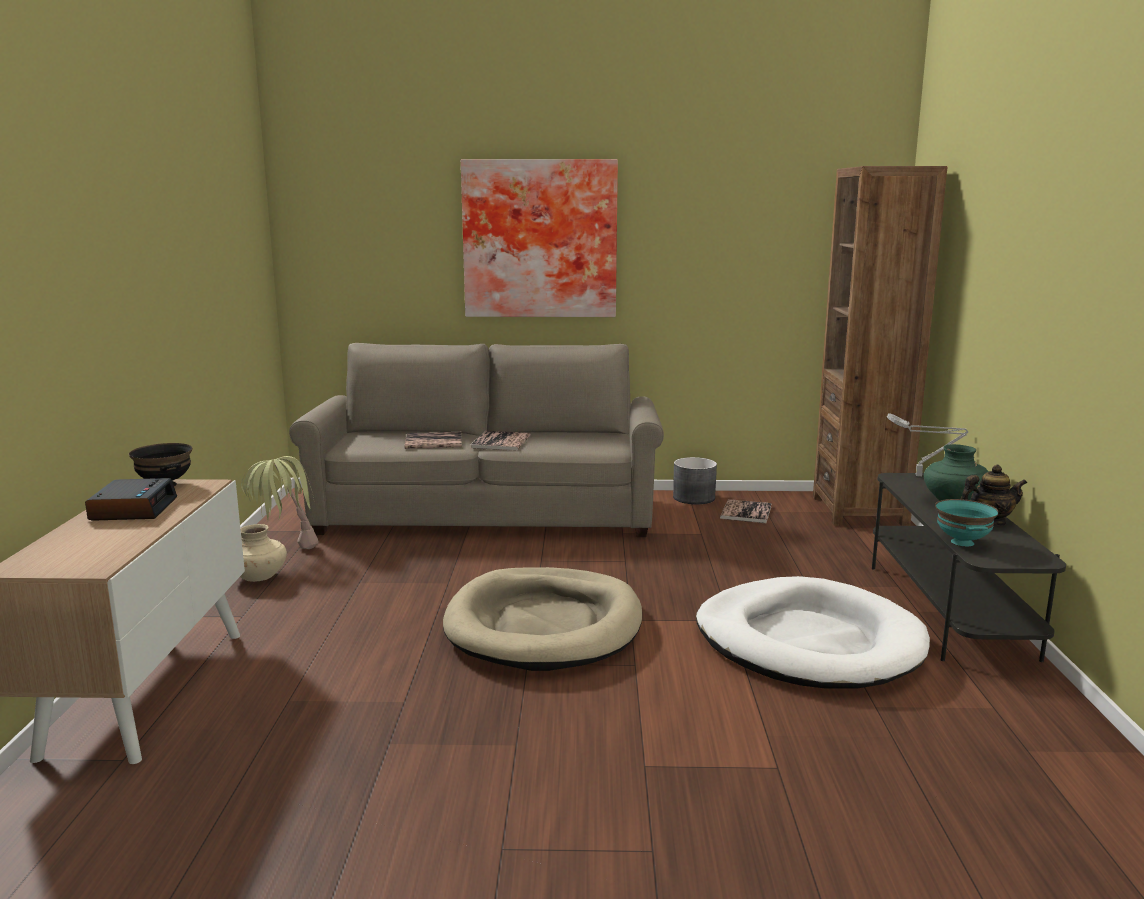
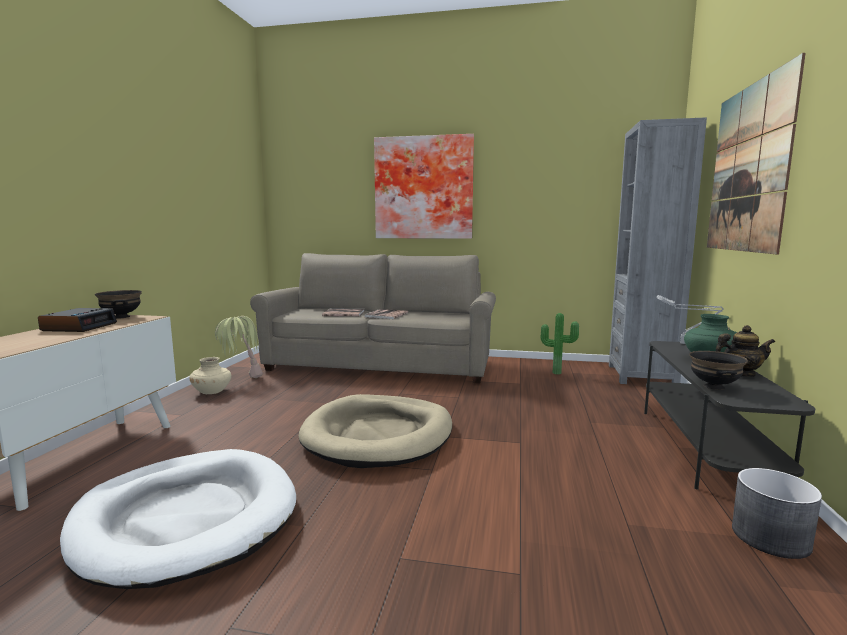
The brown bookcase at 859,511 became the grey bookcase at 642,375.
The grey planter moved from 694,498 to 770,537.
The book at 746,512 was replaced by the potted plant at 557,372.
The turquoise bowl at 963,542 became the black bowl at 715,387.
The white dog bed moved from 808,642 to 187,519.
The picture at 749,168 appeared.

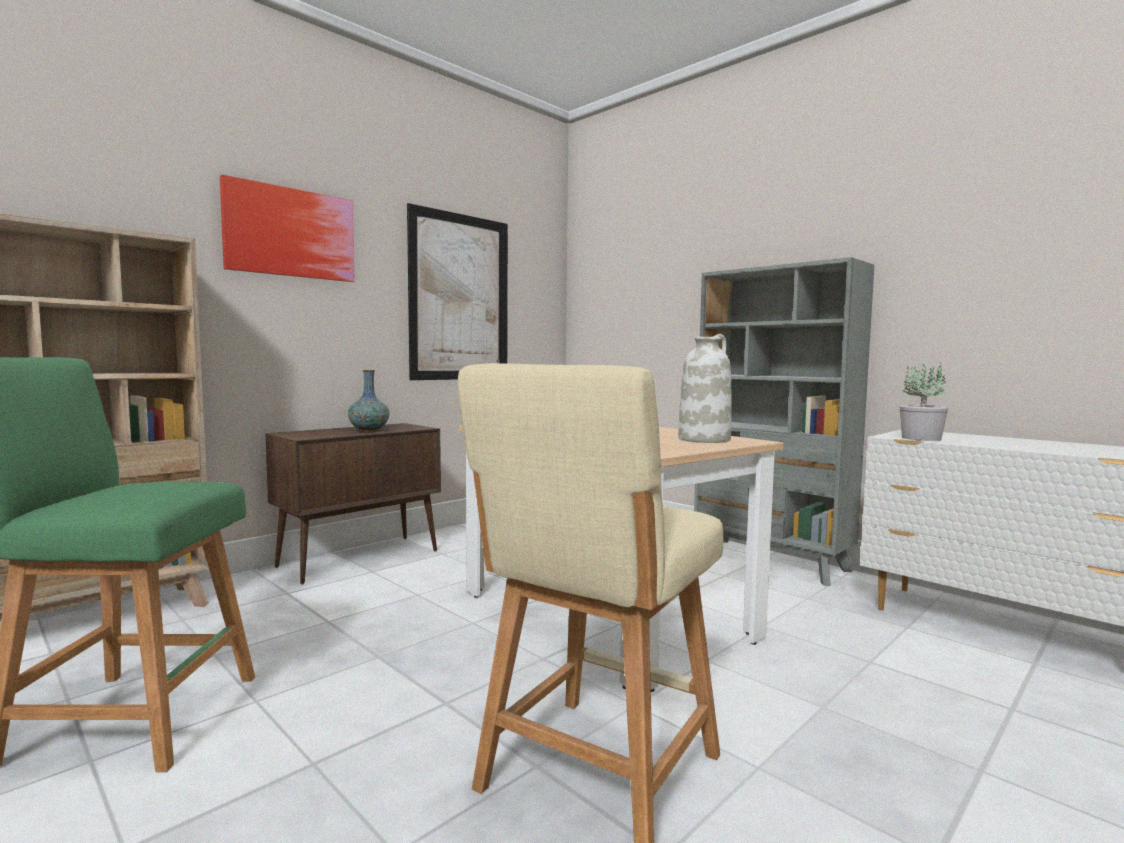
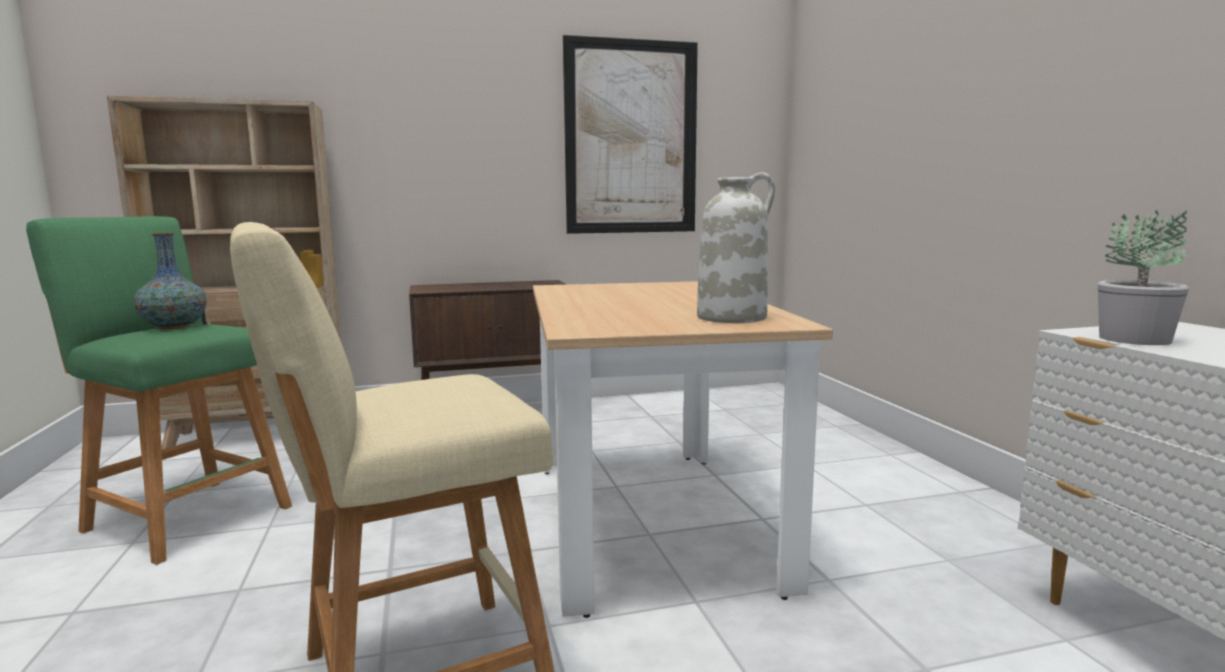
The picture at 290,233 disappeared.
The grey bookcase at 770,561 disappeared.
The vase moved from 369,430 to 174,327.

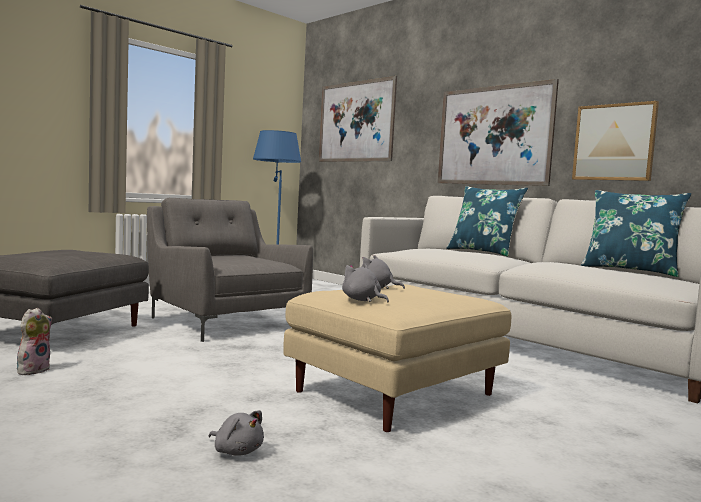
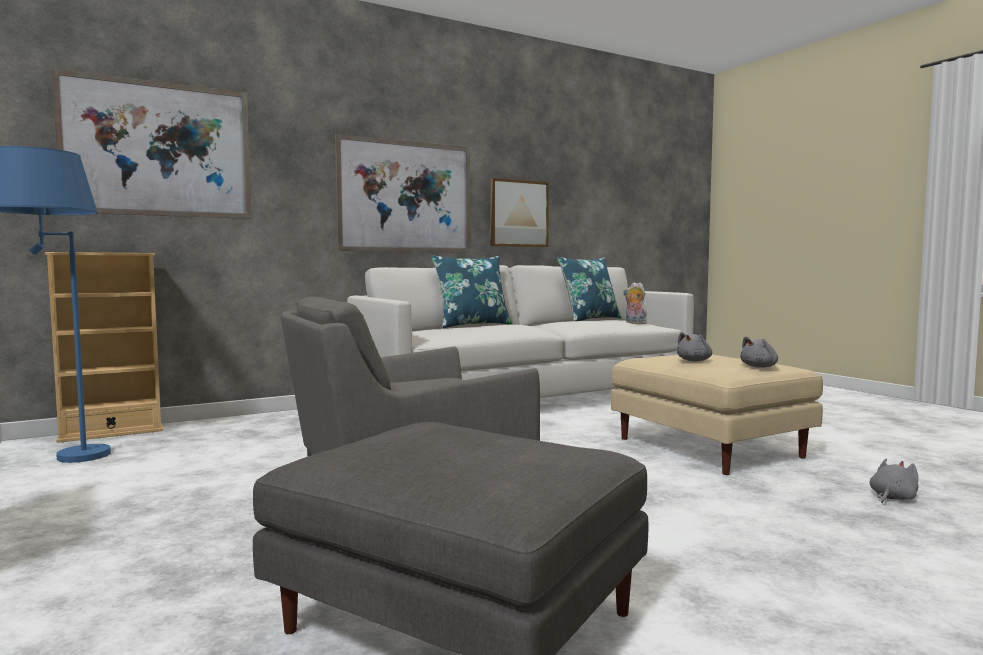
The plush toy moved from 33,370 to 634,323.
The beige bookcase at 111,433 appeared.

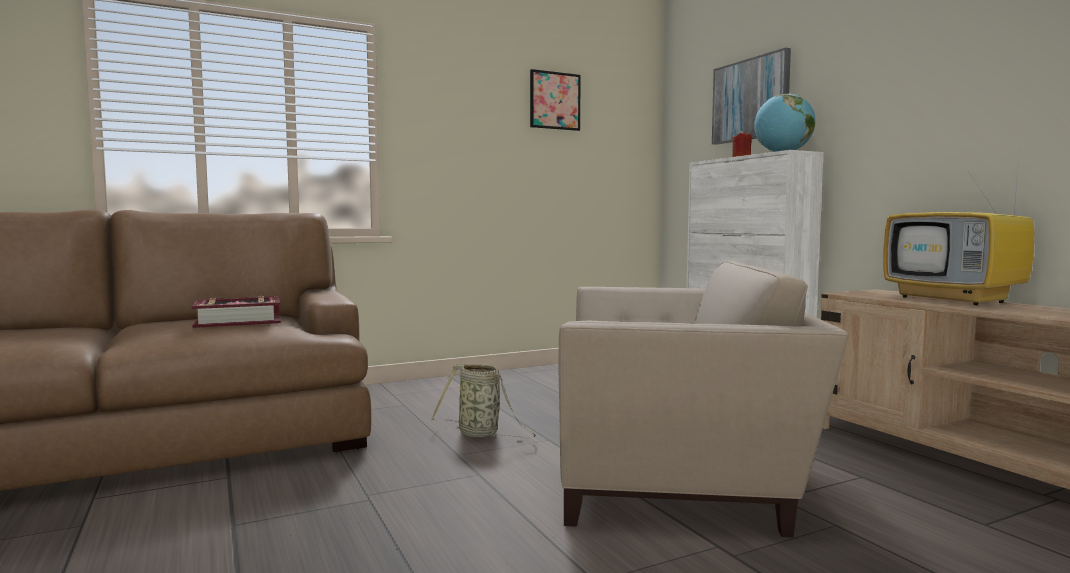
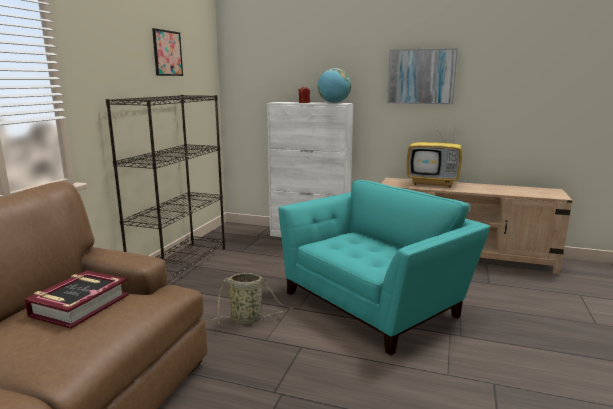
The picture moved from 750,99 to 421,76.
The beige armchair at 675,471 became the turquoise armchair at 374,302.
The black bookcase at 180,264 appeared.

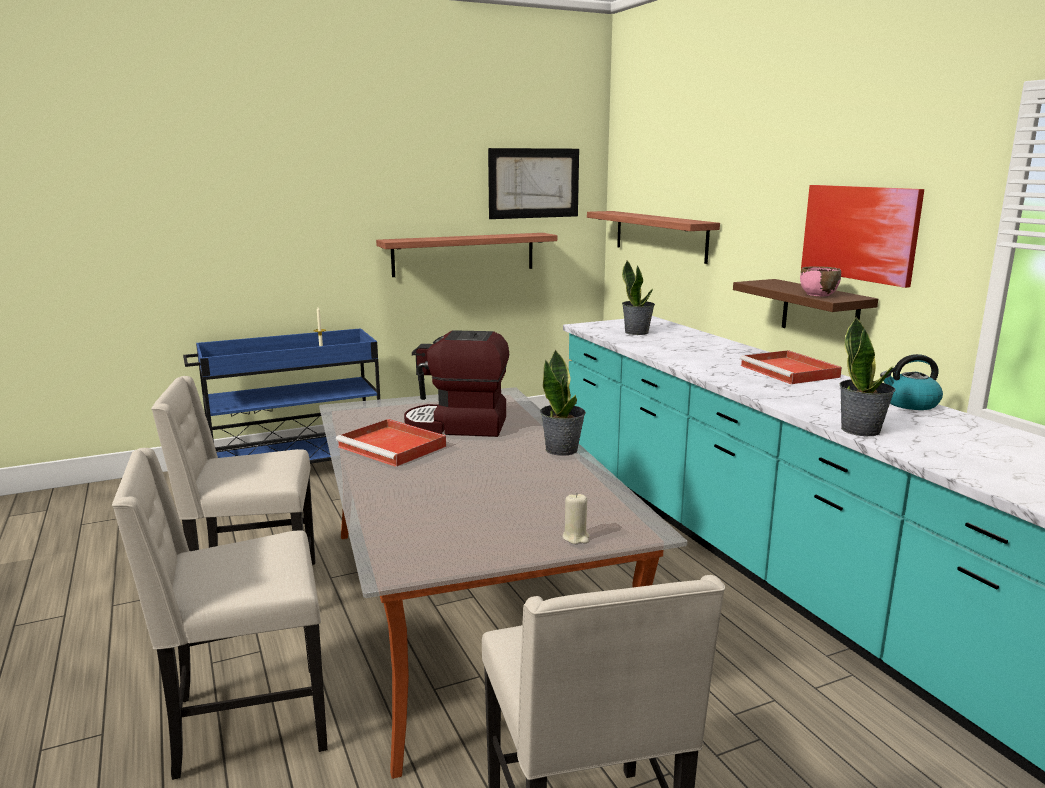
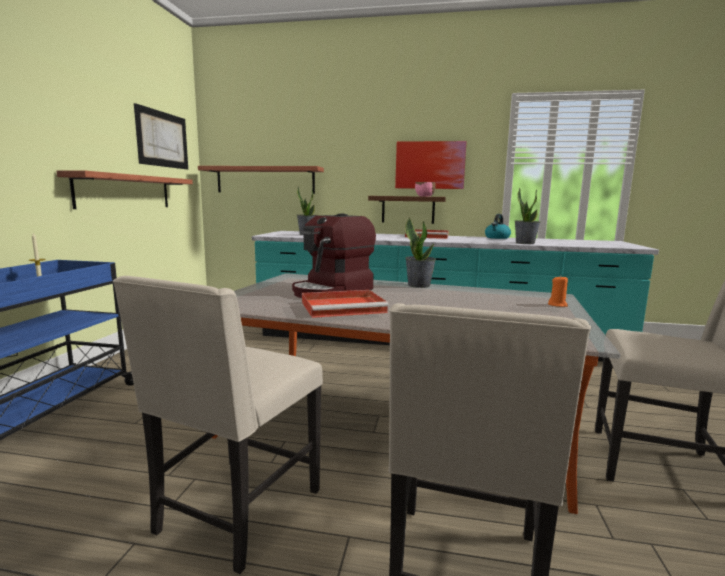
The beige candle at 576,537 became the orange candle at 557,305.

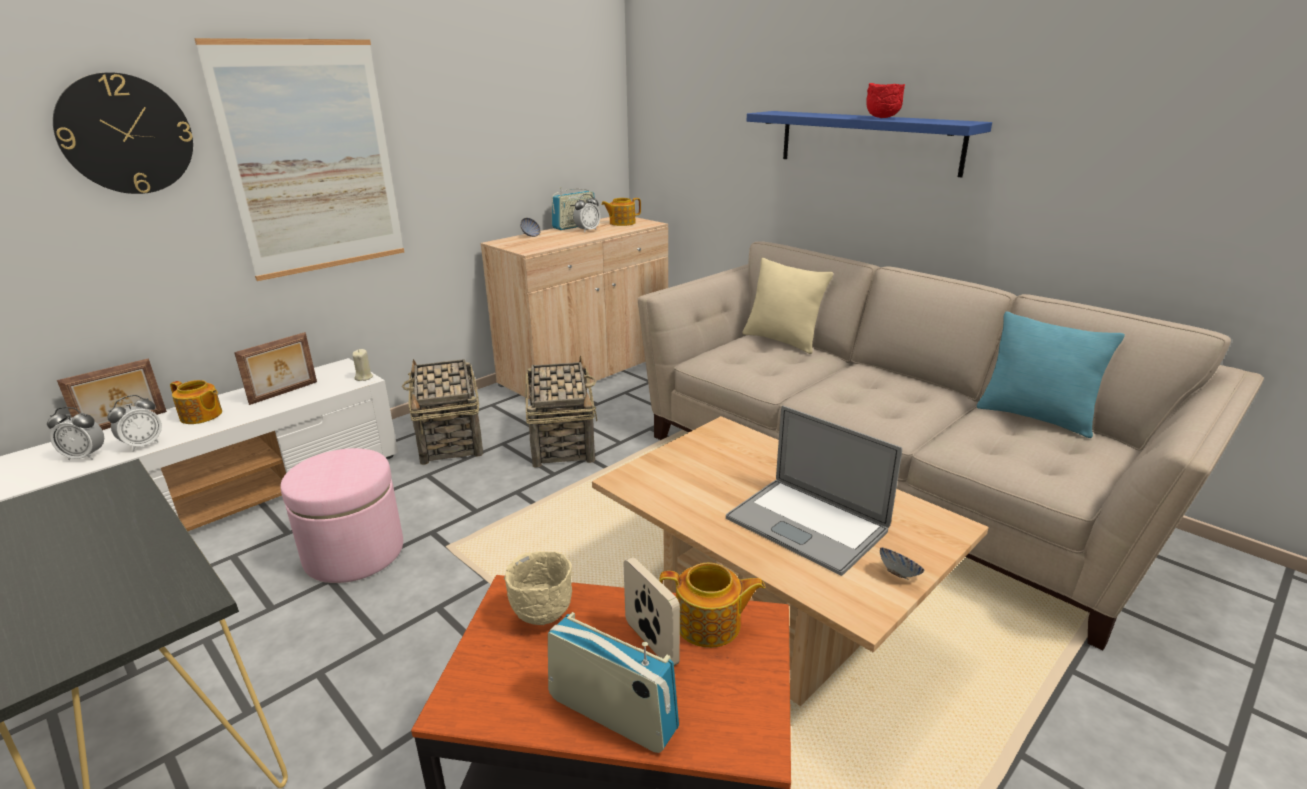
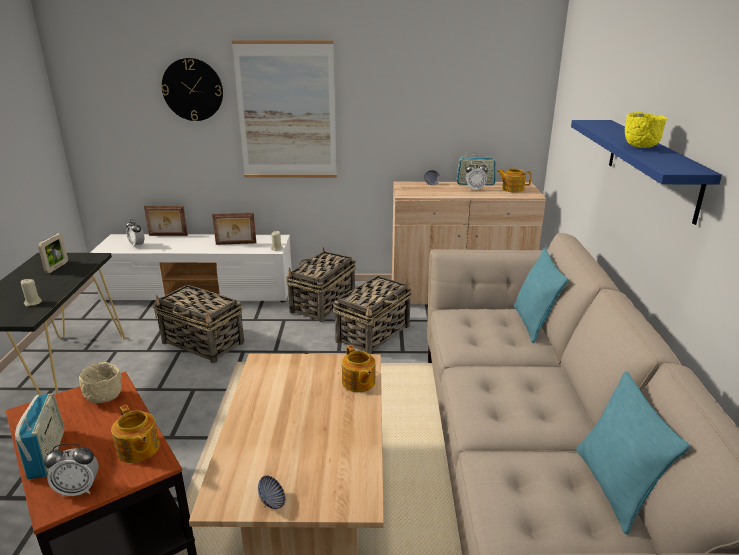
The red bowl at 881,118 became the yellow bowl at 639,147.
The beige pillow at 782,341 became the turquoise pillow at 533,324.
The teapot moved from 201,416 to 358,383.
The alarm clock moved from 143,445 to 78,490.
The laptop at 806,524 disappeared.
The pink ottoman at 354,553 was replaced by the basket at 203,343.
The picture frame moved from 651,643 to 57,267.
The beige candle at 33,303 appeared.

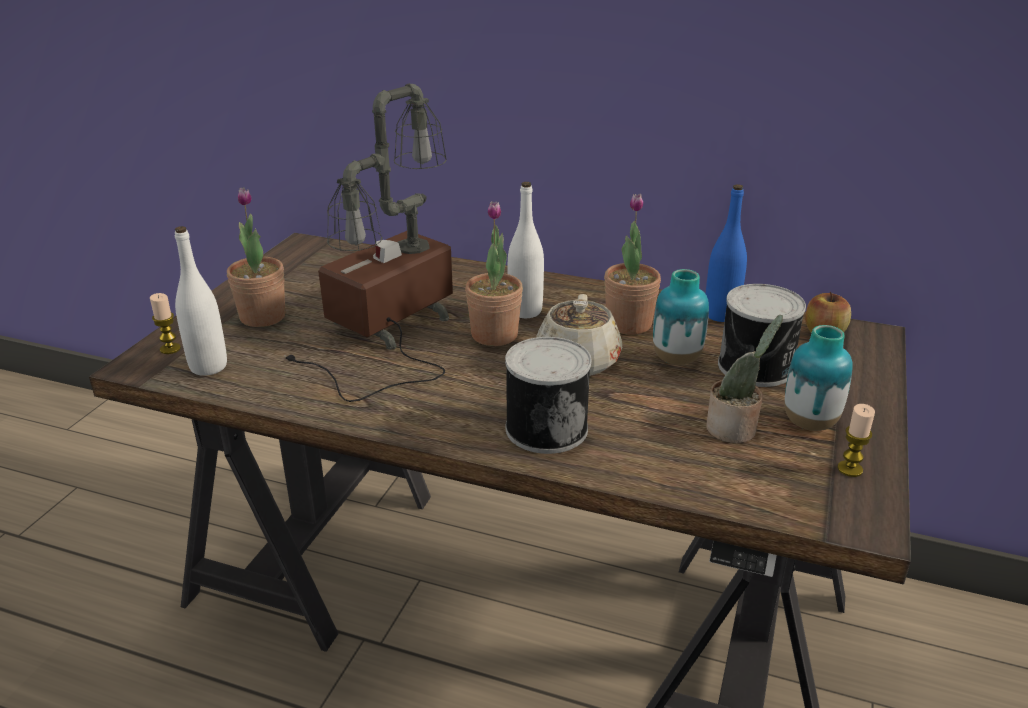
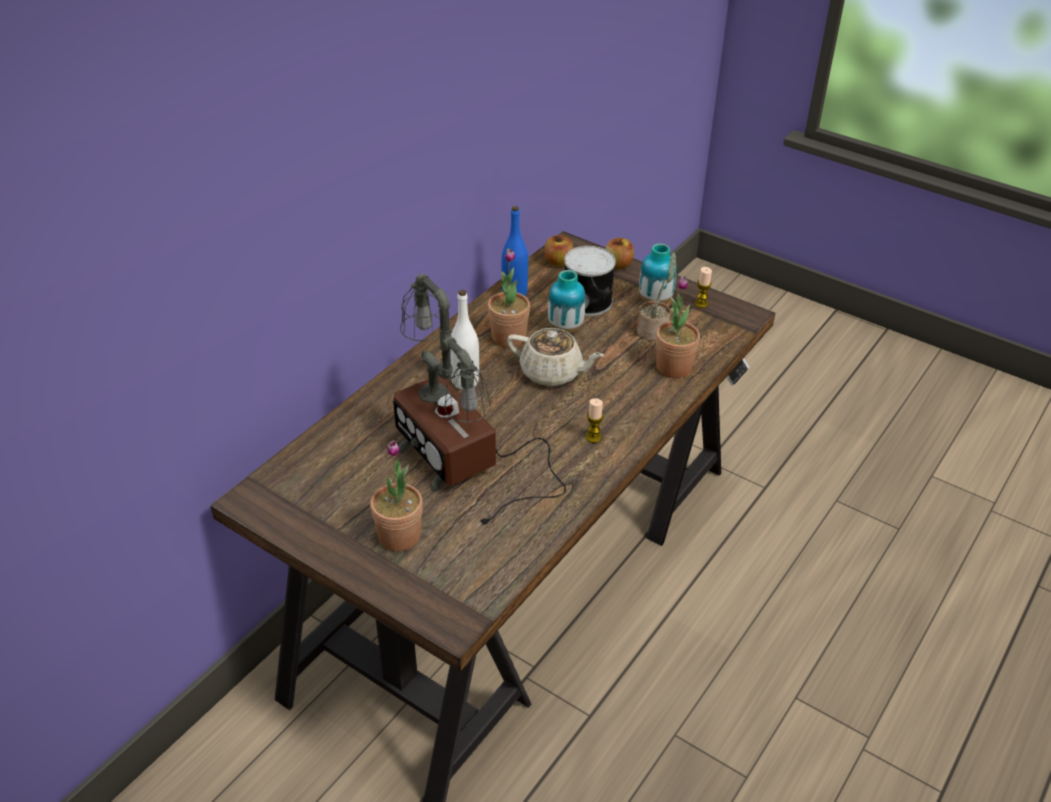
The potted plant moved from 494,335 to 673,367.
The white bottle at 208,367 disappeared.
The candle moved from 170,349 to 593,437.
The can at 546,427 disappeared.
The apple at 618,265 appeared.

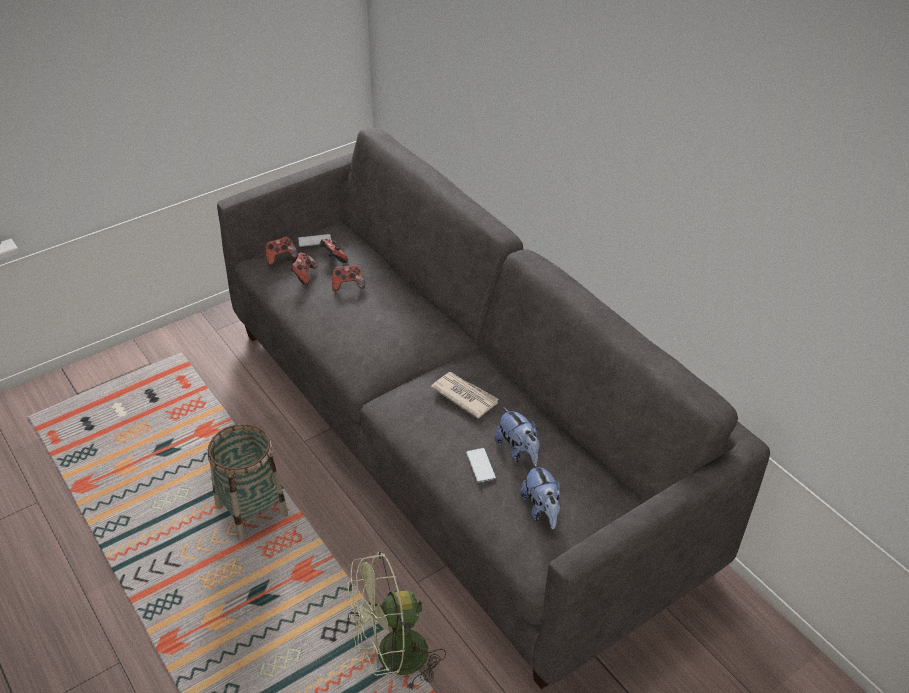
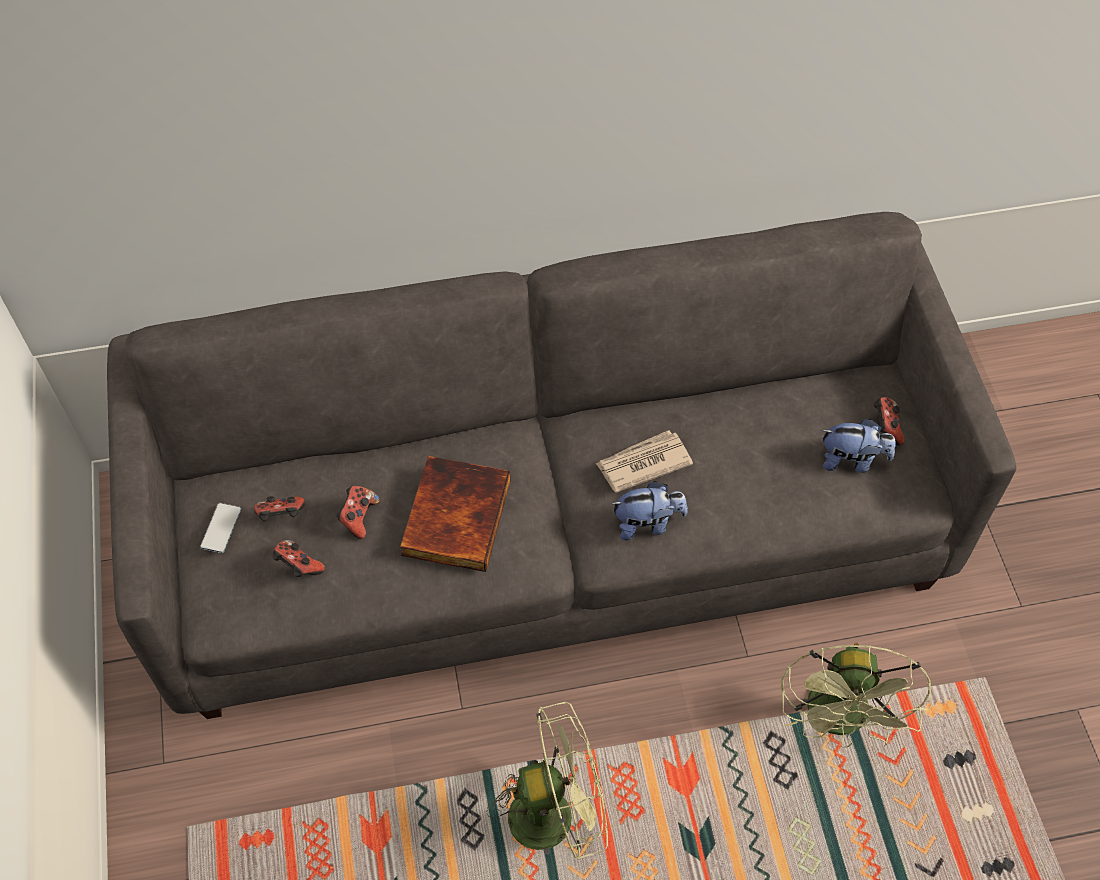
The game controller moved from 281,257 to 885,427.
The plush toy moved from 518,451 to 647,523.
The basket at 252,510 was replaced by the green fan at 554,812.
The phone at 480,465 disappeared.
The book at 454,515 appeared.

